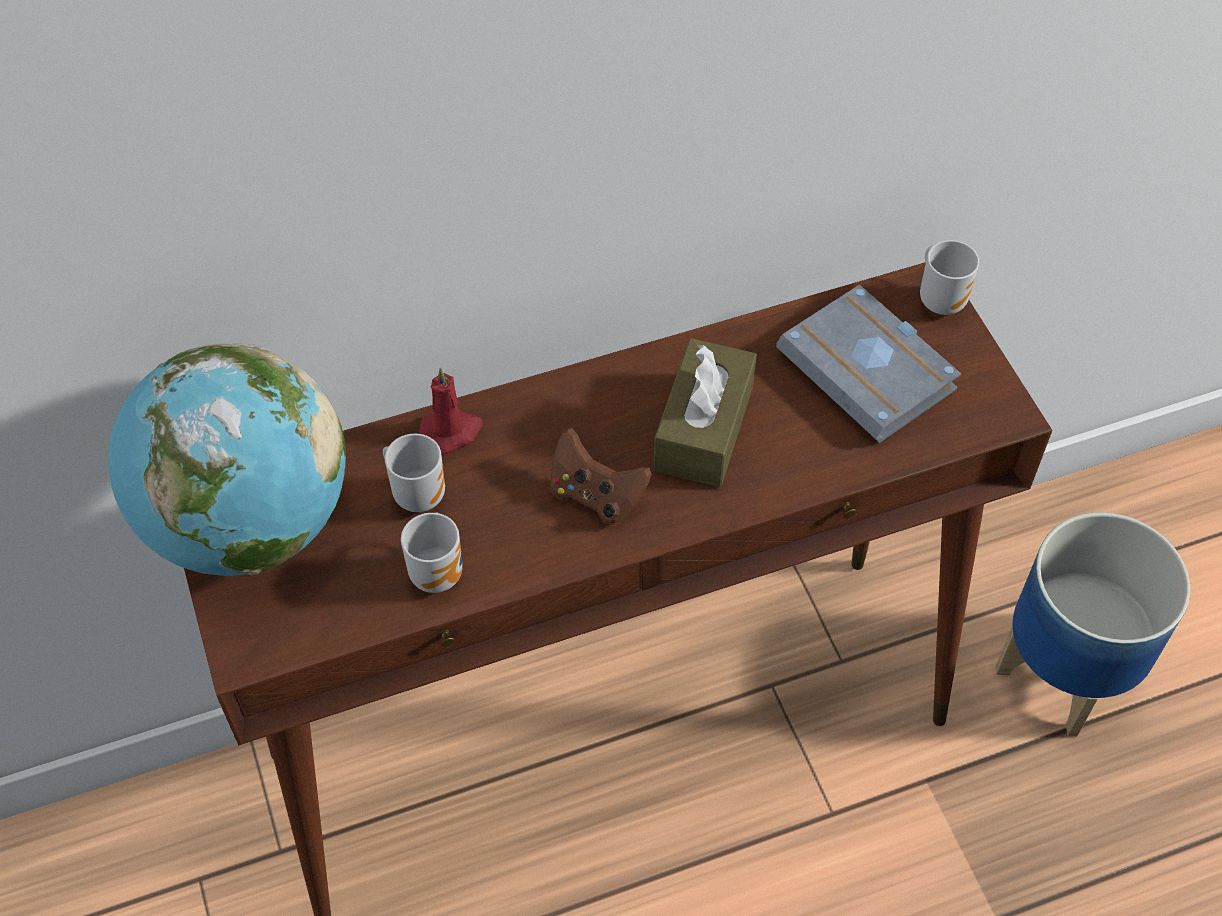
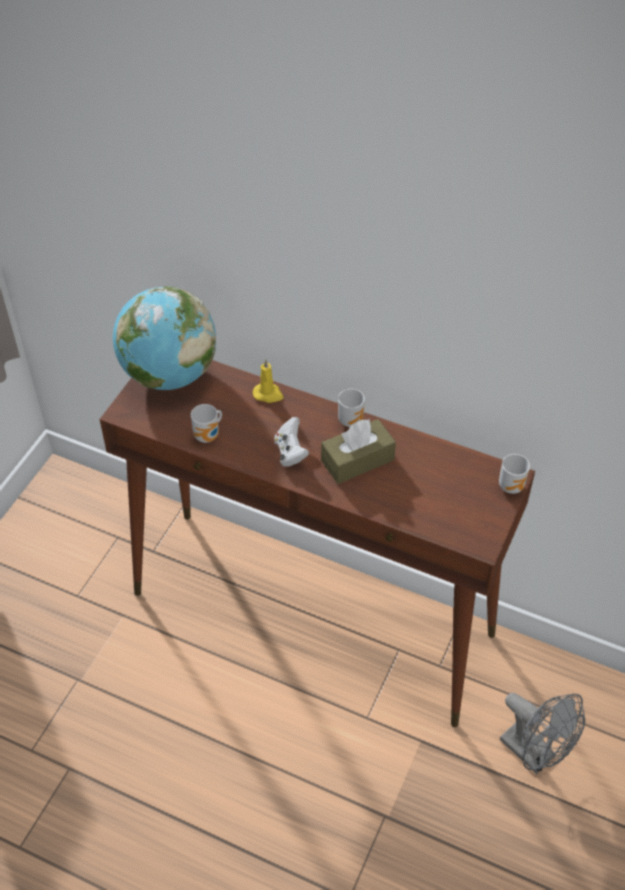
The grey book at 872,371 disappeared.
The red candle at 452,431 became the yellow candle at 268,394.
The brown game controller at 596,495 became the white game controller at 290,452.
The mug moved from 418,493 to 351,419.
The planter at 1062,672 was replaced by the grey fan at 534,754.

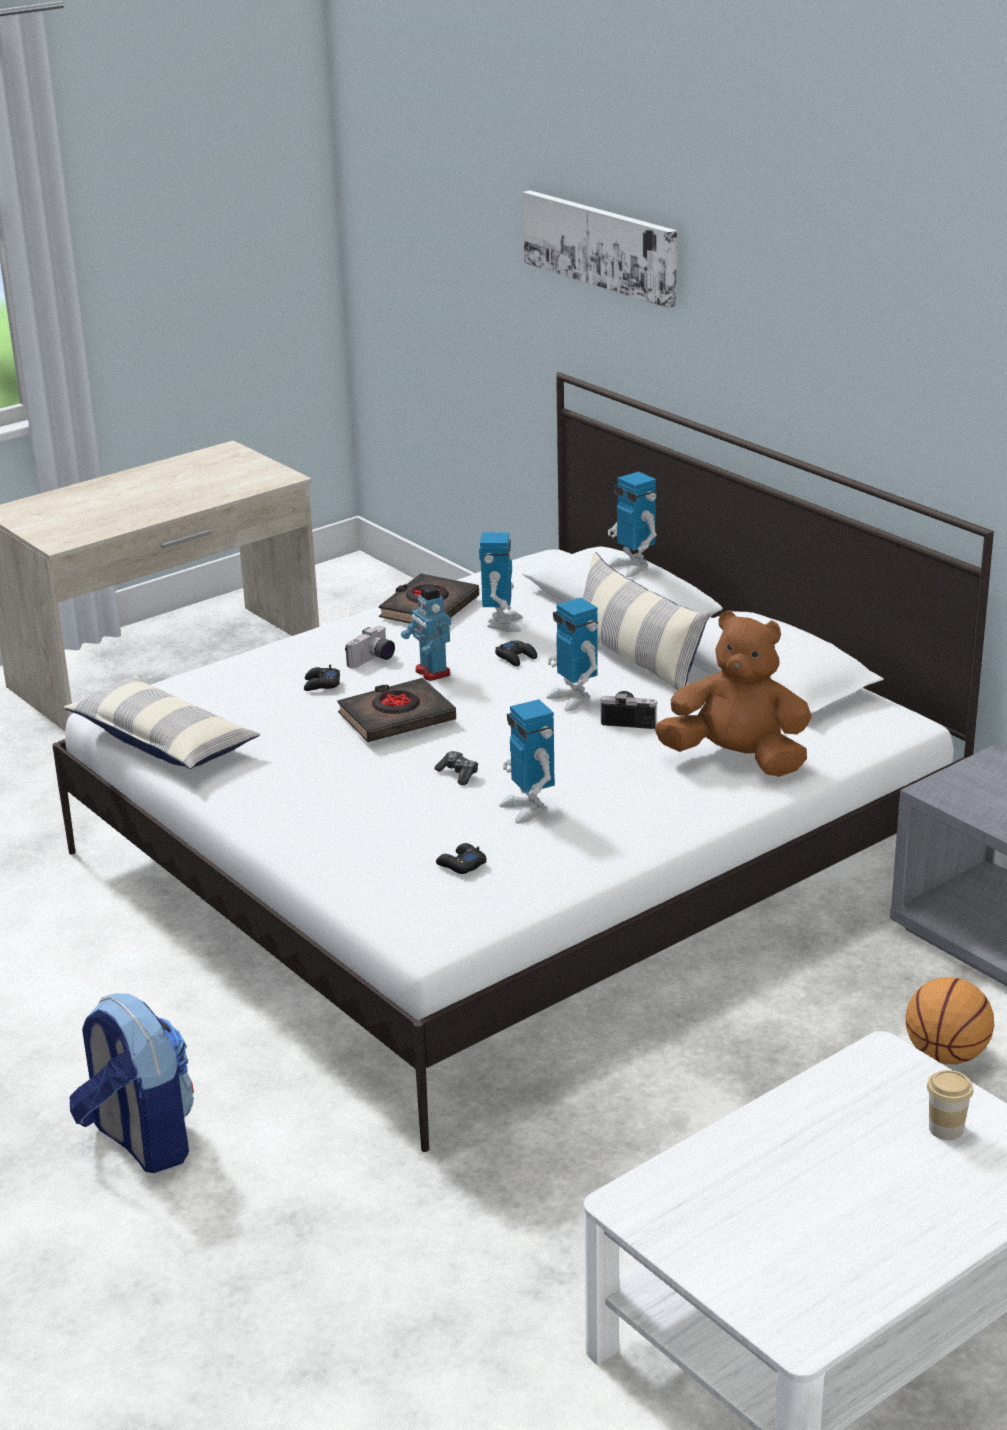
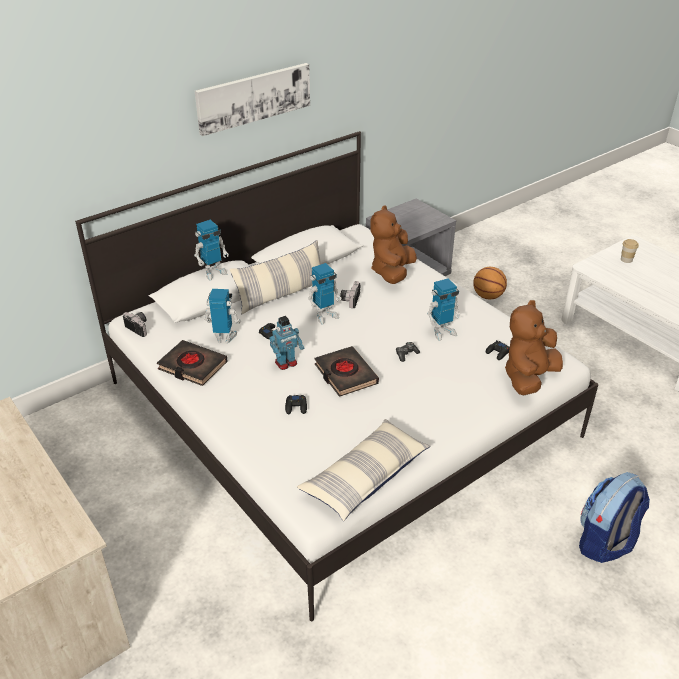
The picture moved from 601,246 to 253,97.
The photo camera moved from 373,660 to 139,328.
The brown plush toy at 528,378 appeared.

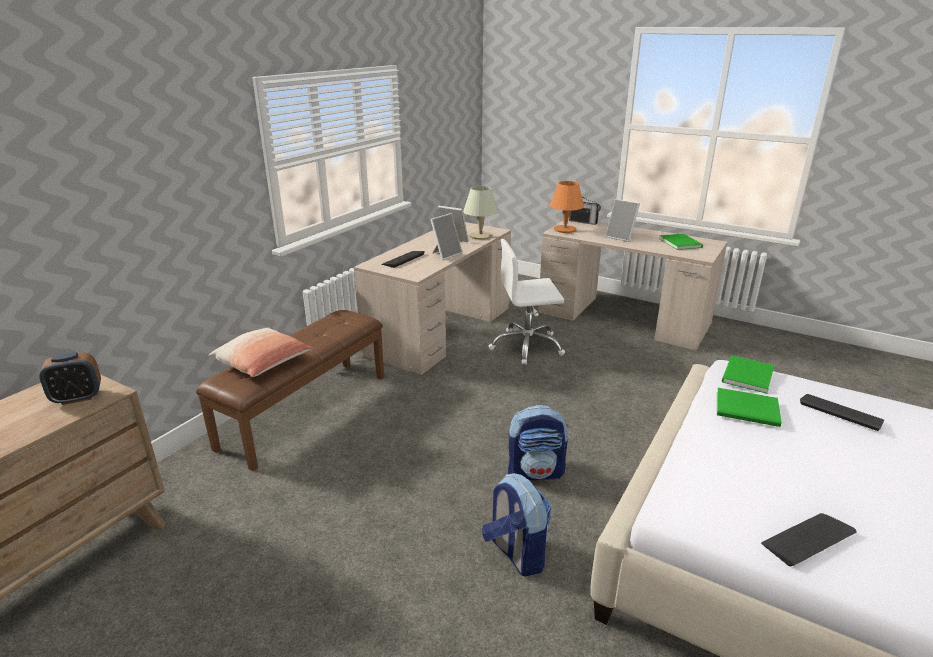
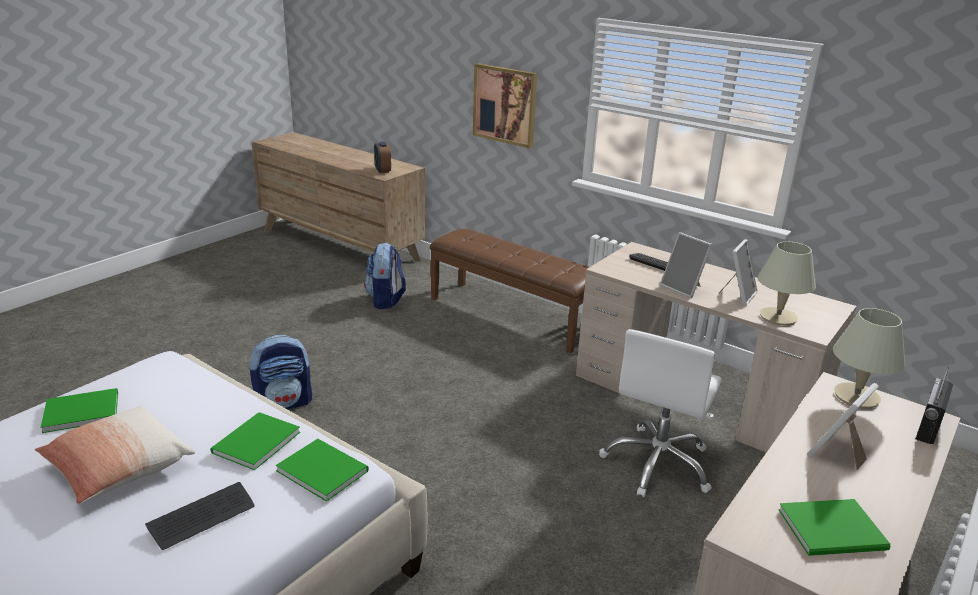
The orange table lamp at 565,229 became the beige table lamp at 856,397.
The white office chair at 526,346 turned 150 degrees counterclockwise.
The pillow moved from 263,363 to 118,468.
The backpack moved from 536,472 to 386,300.
The keyboard at 807,539 was replaced by the green book at 79,411.
The picture at 505,105 appeared.

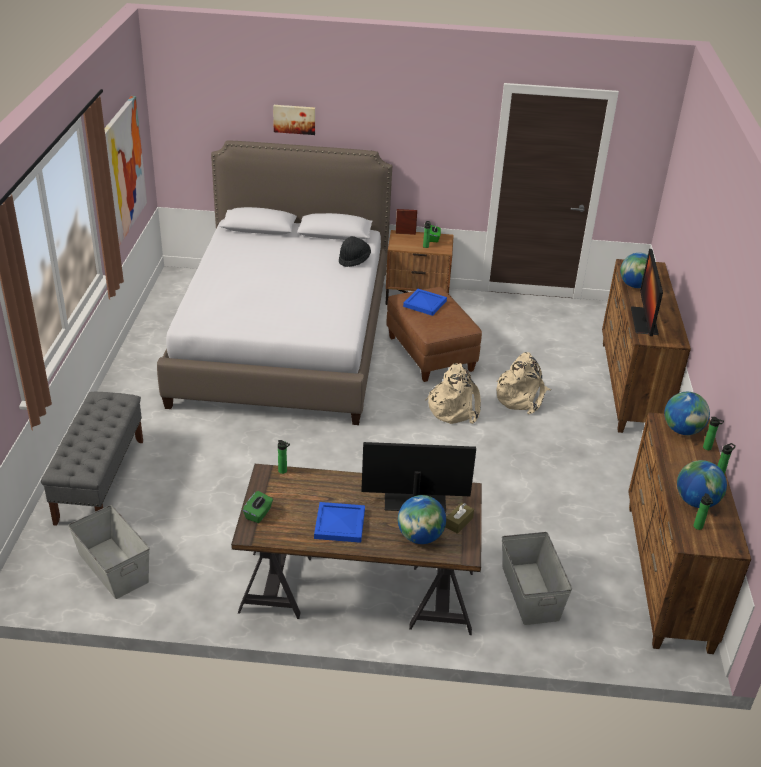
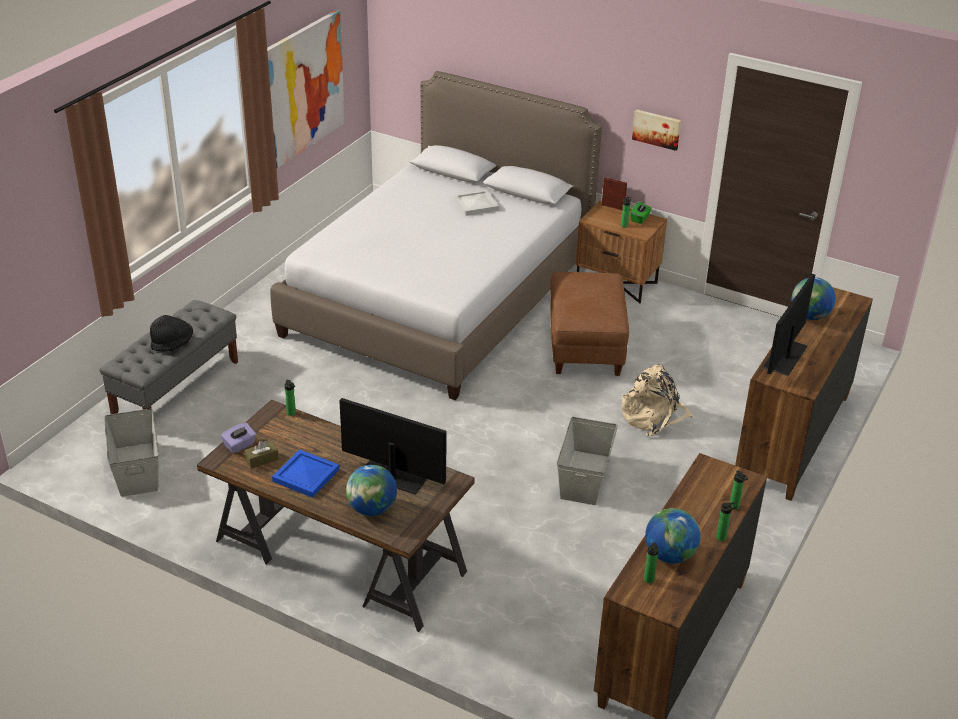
The picture moved from 294,119 to 657,129.
The black hat moved from 354,260 to 172,344.
The blue tray at 424,303 disappeared.
The beige backpack at 453,408 disappeared.
The globe at 682,430 disappeared.
The green tissue box at 258,514 became the purple tissue box at 240,445.
The brown tissue box moved from 458,522 to 262,460.
The grey storage box moved from 529,593 to 584,477.
The white tray at 476,205 appeared.

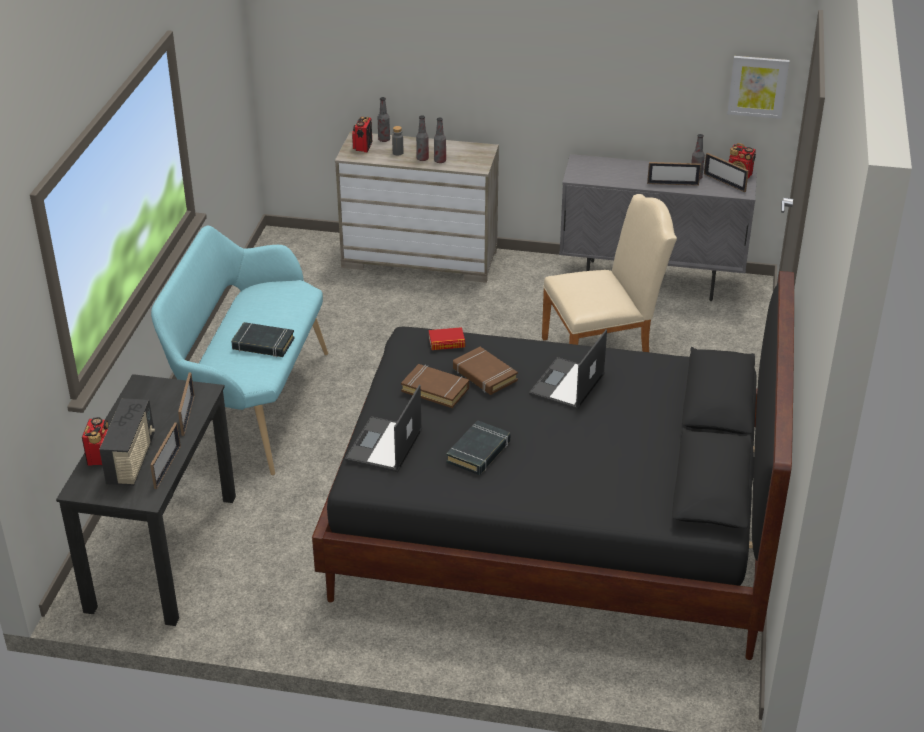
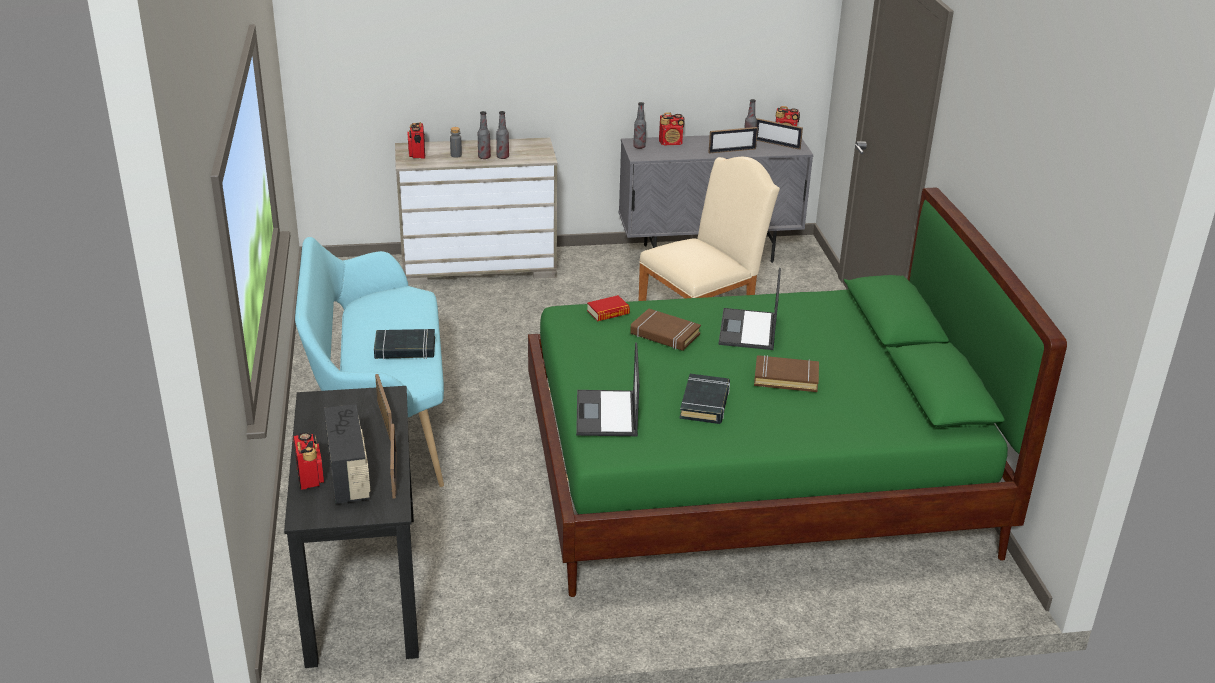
The picture at 757,86 disappeared.
The bottle moved from 384,140 to 639,147.
The black bed at 555,528 became the green bed at 754,481.
The brown book moved from 435,389 to 786,378.
The radio at 671,143 appeared.

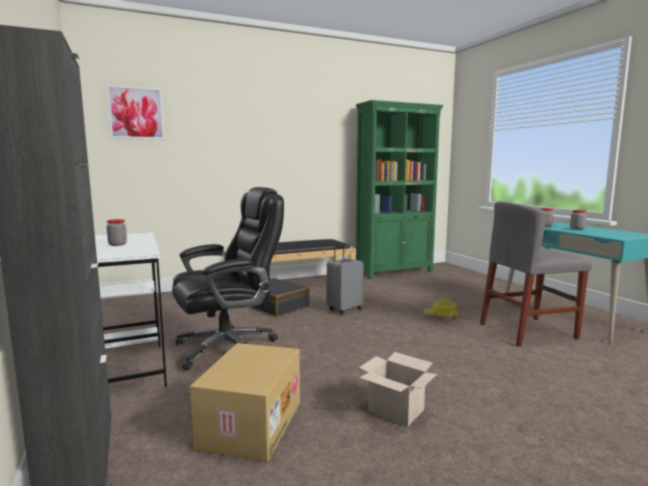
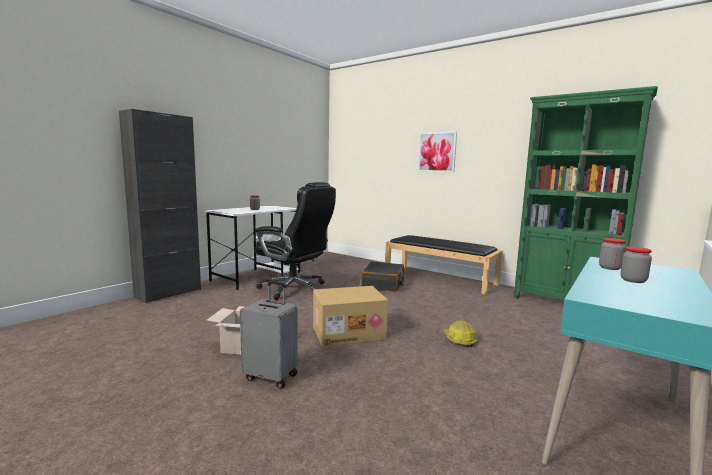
The picture moved from 136,113 to 437,152.
The grey chair at 528,331 disappeared.
The grey suitcase moved from 344,309 to 271,376.
The cardboard box moved from 250,423 to 348,332.

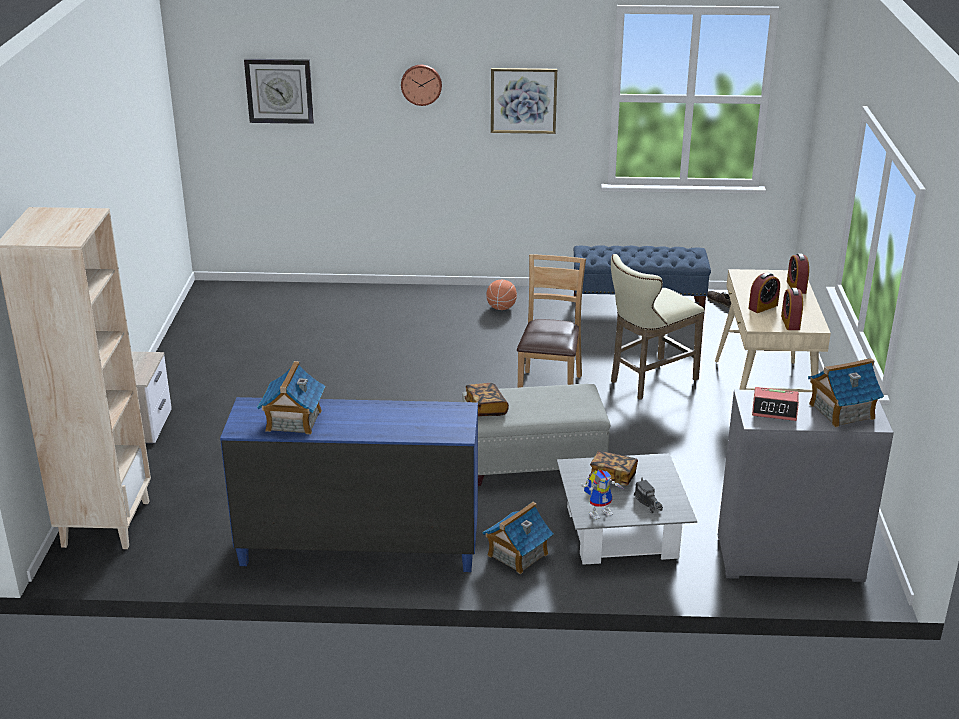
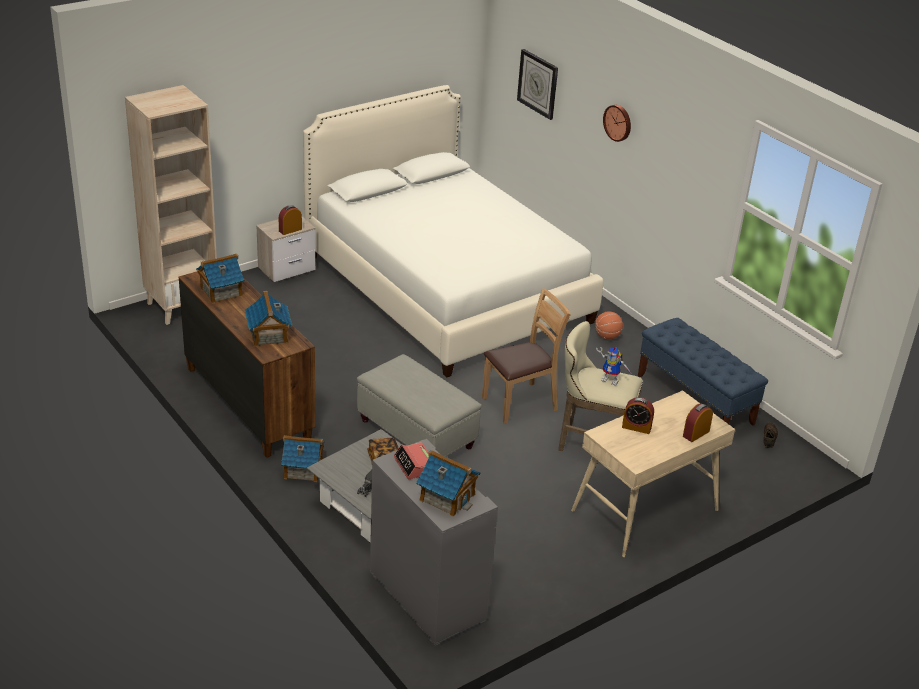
The picture at 523,100 disappeared.
The alarm clock moved from 790,323 to 290,230.
The book at 485,408 disappeared.
The blue dresser at 358,547 became the brown dresser at 248,403.
The toy robot moved from 600,512 to 612,380.
The white bed at 446,288 appeared.
The toy house at 268,335 appeared.

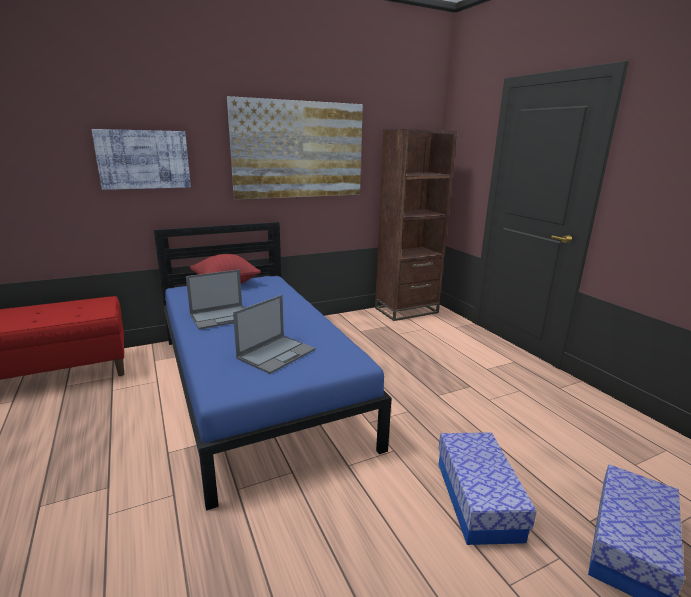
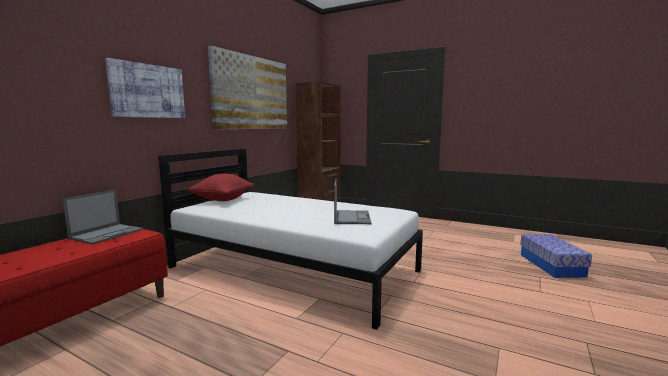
The blue bed at 257,386 became the white bed at 293,268.
The laptop moved from 222,317 to 107,233.
The storage box at 478,500 disappeared.

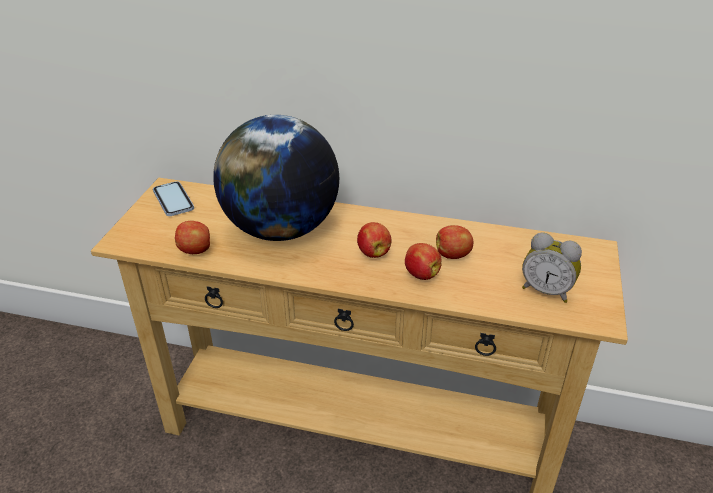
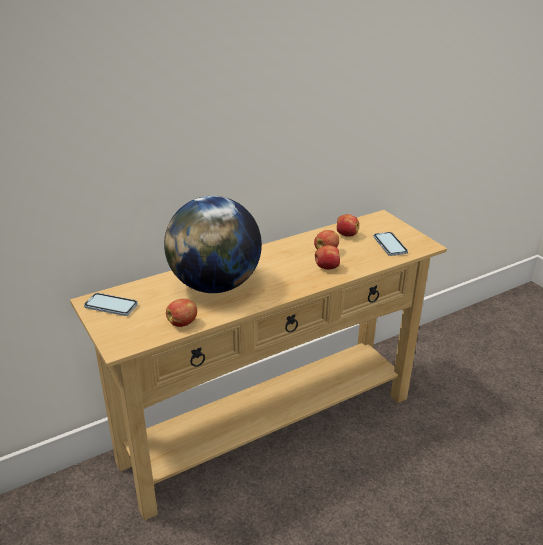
The apple moved from 373,252 to 346,235.
The alarm clock at 546,290 was replaced by the phone at 390,245.

